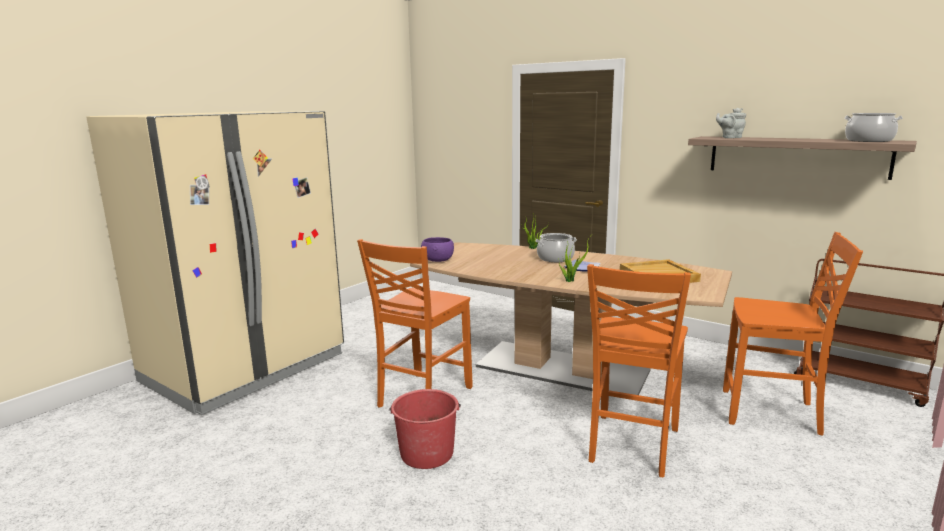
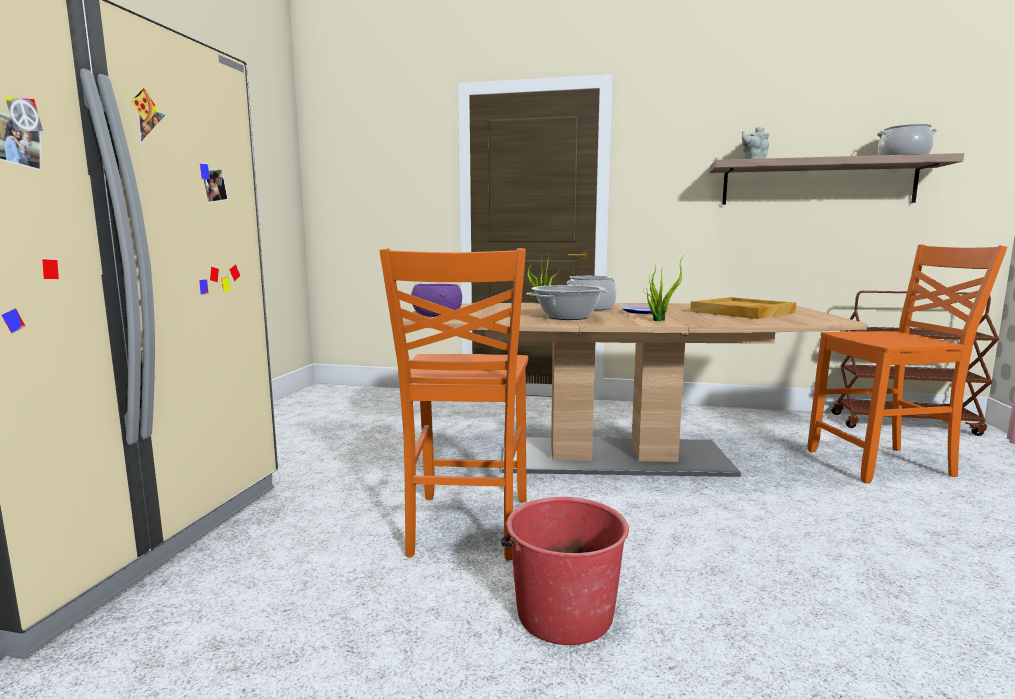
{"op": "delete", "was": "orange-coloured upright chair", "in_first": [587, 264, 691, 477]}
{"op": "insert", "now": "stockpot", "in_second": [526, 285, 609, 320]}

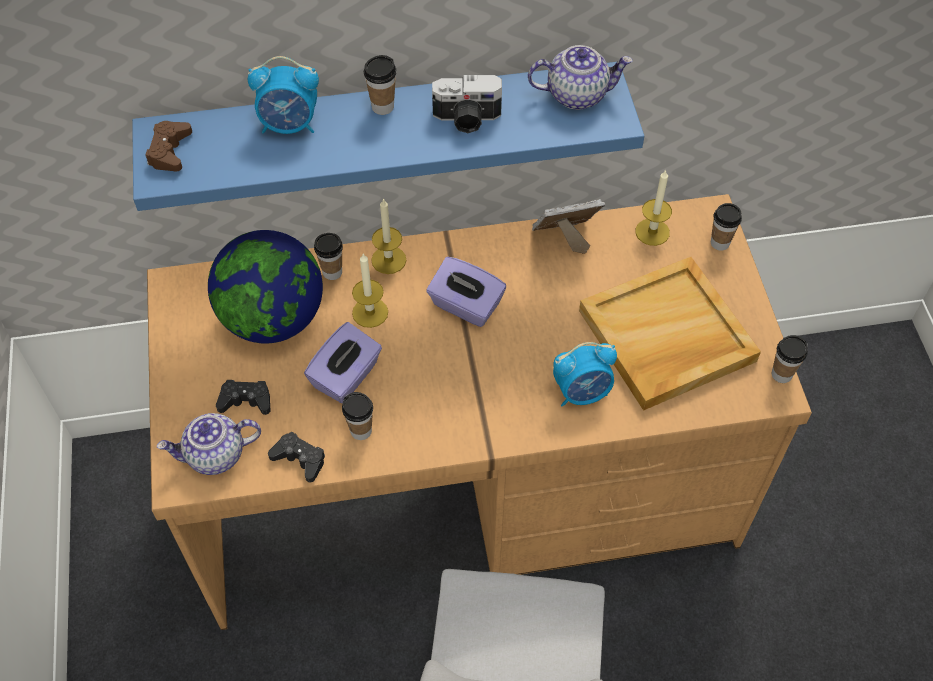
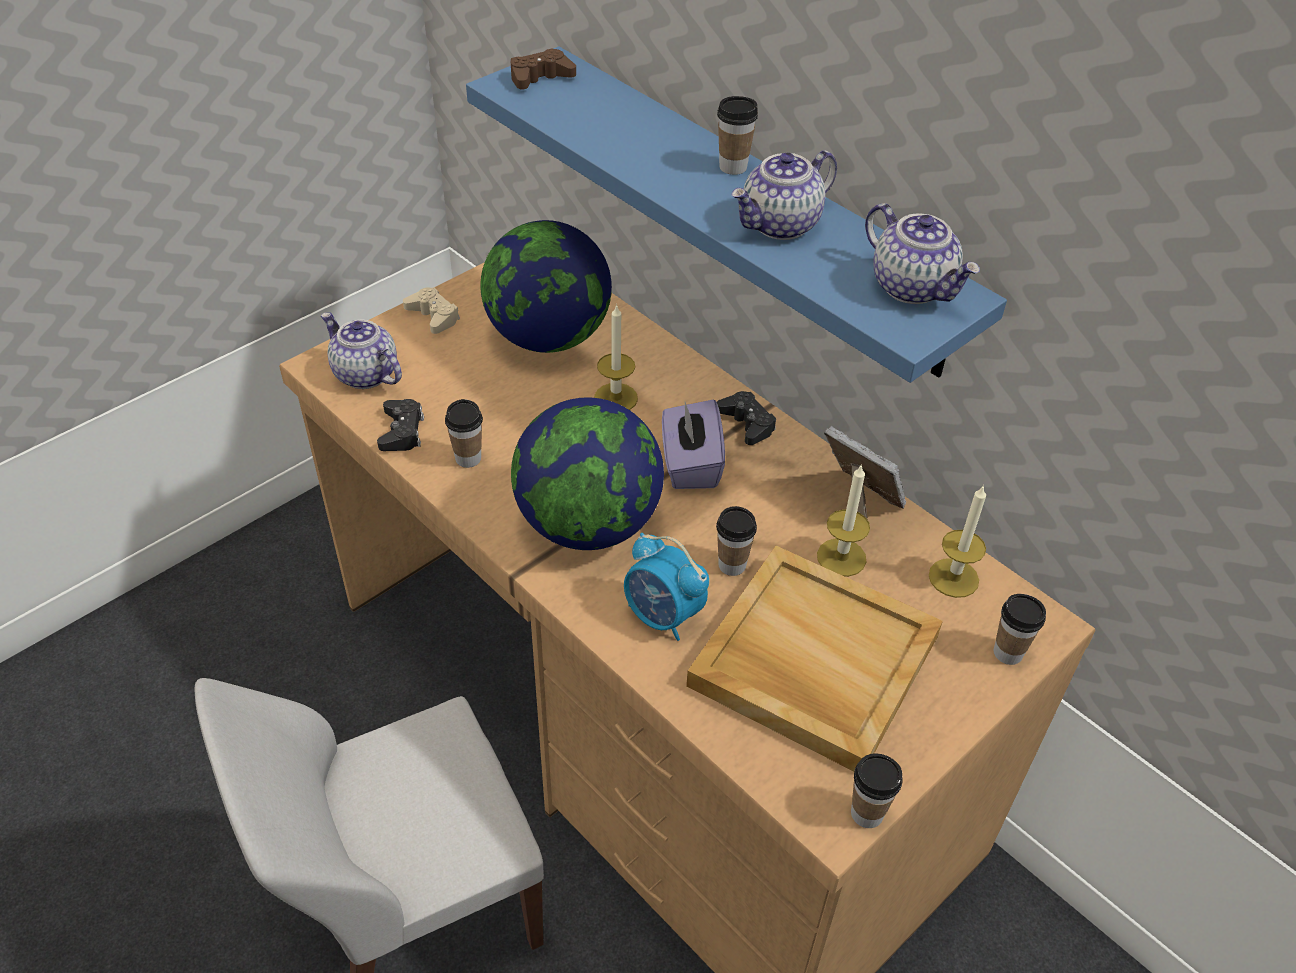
{"op": "delete", "was": "table clock", "in_first": [248, 56, 319, 134]}
{"op": "replace", "was": "photo camera", "now": "tea pot", "in_first": [432, 75, 502, 133], "in_second": [731, 150, 837, 240]}
{"op": "move", "was": "wax candle", "in_first": [371, 198, 406, 274], "in_second": [817, 464, 870, 577]}
{"op": "move", "was": "small cup", "in_first": [314, 233, 343, 280], "in_second": [716, 506, 757, 576]}
{"op": "delete", "was": "purple tissue box", "in_first": [304, 322, 382, 403]}
{"op": "move", "was": "black-coloured game controller", "in_first": [216, 380, 270, 415], "in_second": [717, 391, 776, 445]}
{"op": "insert", "now": "beige-coloured game controller", "in_second": [403, 287, 460, 334]}
{"op": "insert", "now": "world globe", "in_second": [511, 397, 664, 550]}

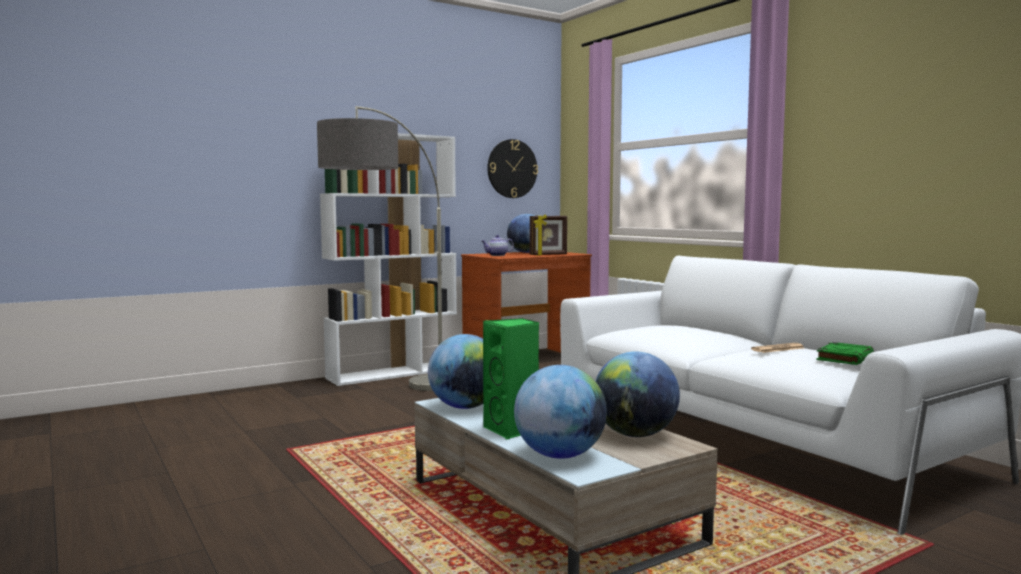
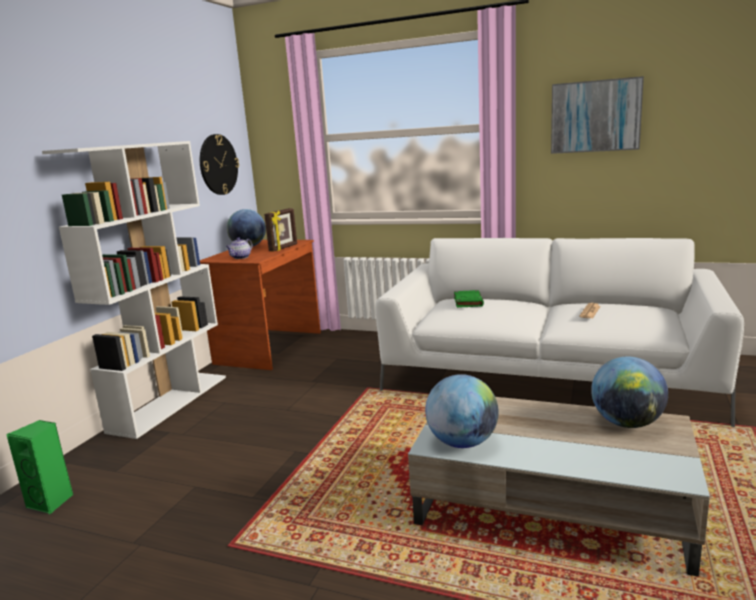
{"op": "delete", "was": "standard lamp", "in_first": [317, 106, 442, 391]}
{"op": "move", "was": "greenish audio speaker", "in_first": [483, 318, 539, 439], "in_second": [6, 420, 73, 515]}
{"op": "move", "was": "greenish volume", "in_first": [816, 342, 874, 365], "in_second": [454, 290, 484, 308]}
{"op": "delete", "was": "world globe", "in_first": [514, 365, 607, 459]}
{"op": "insert", "now": "wall picture", "in_second": [551, 76, 644, 154]}

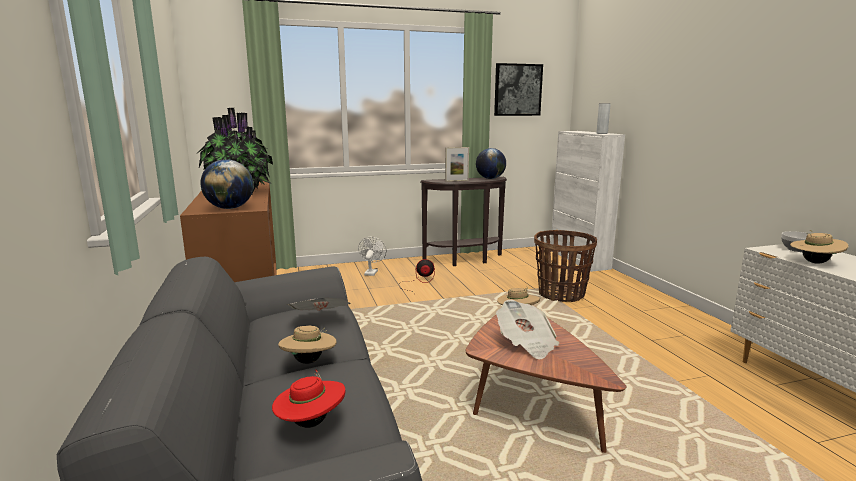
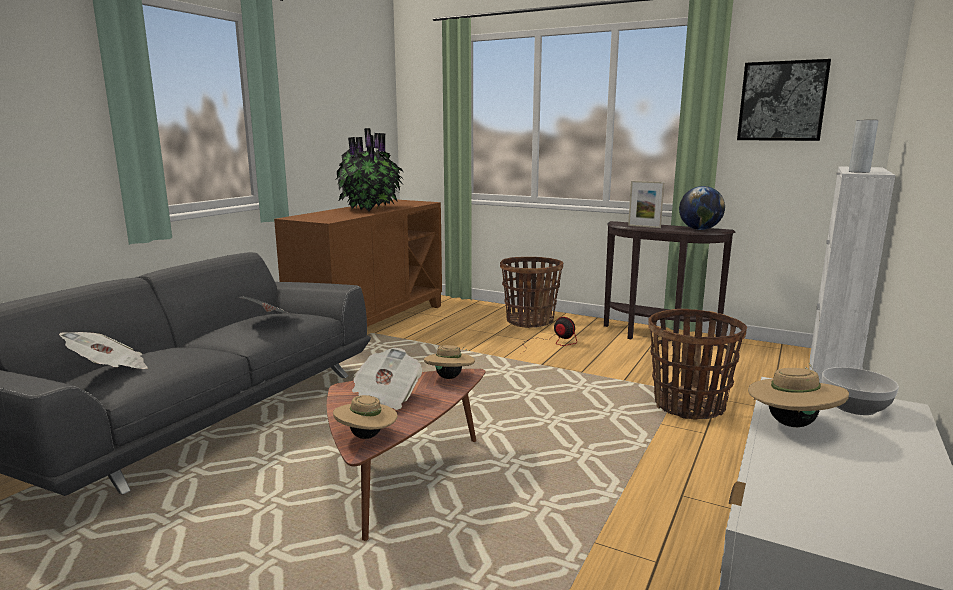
{"op": "delete", "was": "world globe", "in_first": [200, 159, 253, 209]}
{"op": "replace", "was": "white-coloured fan", "now": "basket", "in_first": [358, 237, 386, 276], "in_second": [500, 257, 563, 328]}
{"op": "move", "was": "beige-coloured clothing hat", "in_first": [278, 326, 336, 364], "in_second": [333, 395, 398, 439]}
{"op": "replace", "was": "red-coloured clothing hat", "now": "printed paper", "in_first": [272, 370, 346, 428], "in_second": [59, 332, 148, 369]}

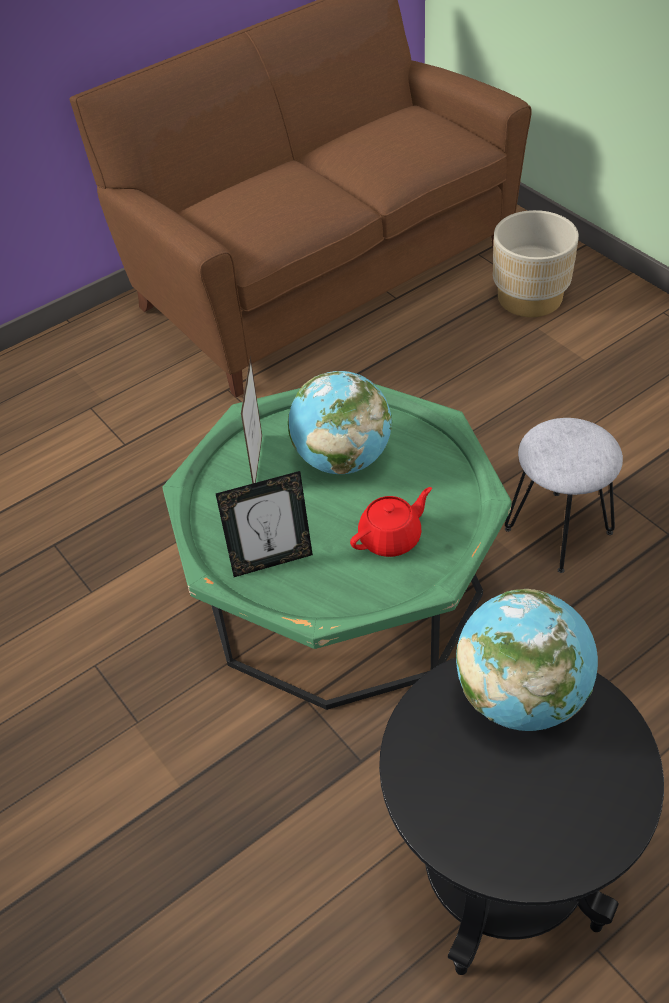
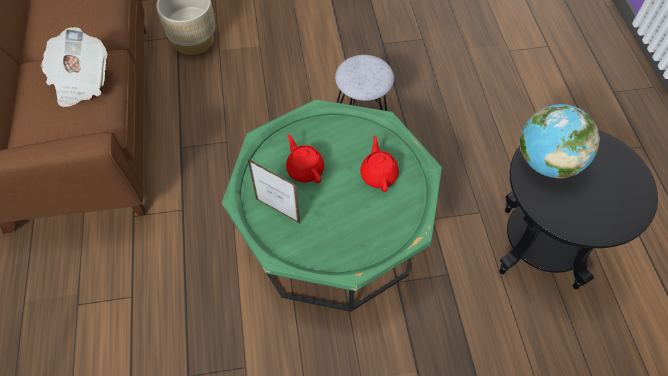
{"op": "replace", "was": "world globe", "now": "red-coloured tea pot", "in_first": [288, 371, 392, 474], "in_second": [286, 134, 324, 183]}
{"op": "delete", "was": "standing frame", "in_first": [216, 471, 313, 577]}
{"op": "insert", "now": "printed paper", "in_second": [41, 27, 108, 107]}

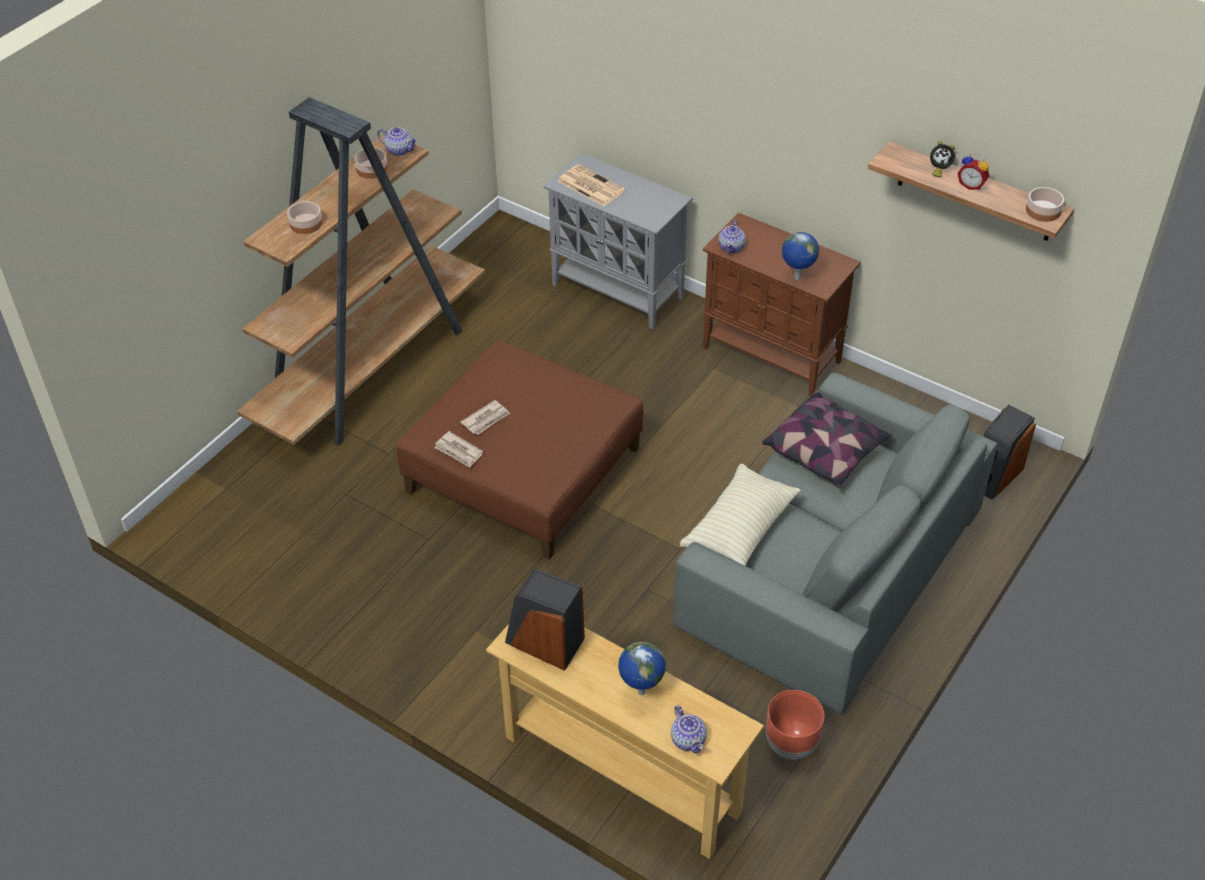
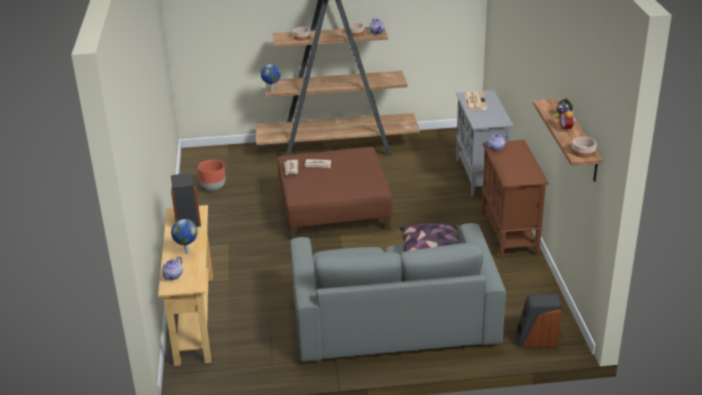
{"op": "move", "was": "world globe", "in_first": [782, 232, 819, 280], "in_second": [261, 64, 280, 92]}
{"op": "delete", "was": "beige-coloured cushion", "in_first": [680, 464, 801, 566]}
{"op": "move", "was": "brown flower pot", "in_first": [766, 690, 824, 759], "in_second": [198, 159, 225, 191]}

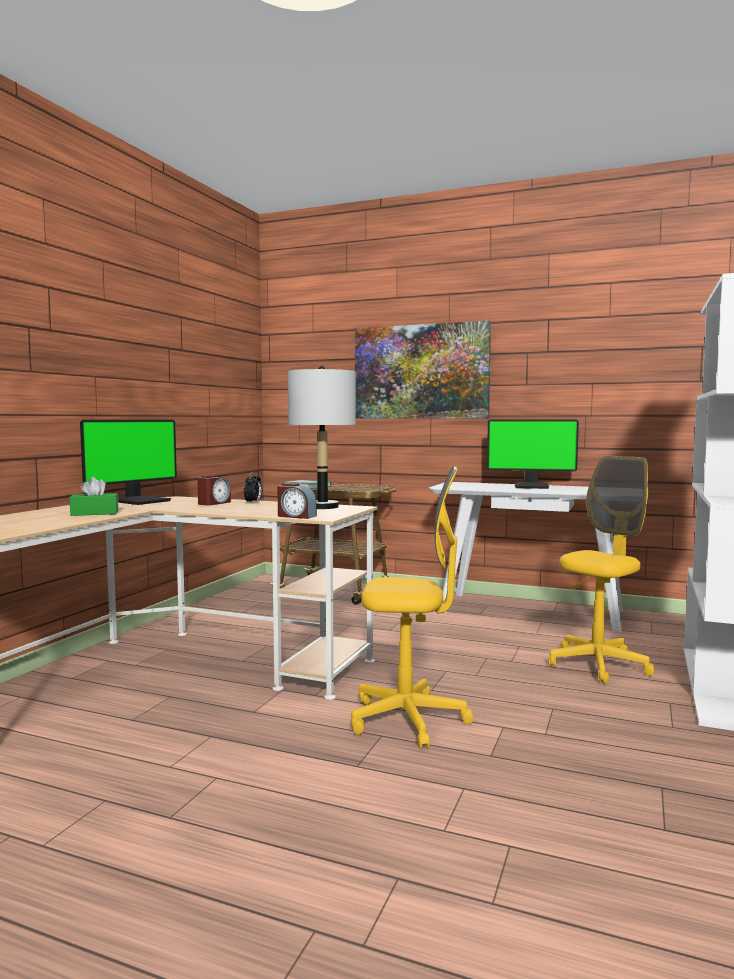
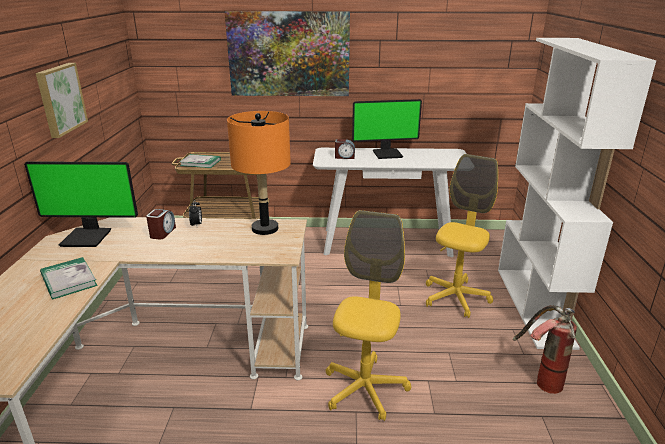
{"op": "recolor", "was": "grey tabletop lamp", "now": "orange-coloured tabletop lamp", "in_first": [288, 366, 356, 509], "in_second": [227, 111, 291, 235]}
{"op": "rotate", "was": "computer screen", "in_first": [80, 420, 177, 505], "in_second": [24, 161, 138, 247], "clockwise": 75}
{"op": "rotate", "was": "yellow-coloured desk chair", "in_first": [351, 466, 473, 749], "in_second": [326, 210, 411, 421], "clockwise": -60}
{"op": "replace", "was": "greenish tissue box", "now": "volume", "in_first": [69, 477, 119, 516], "in_second": [40, 257, 98, 299]}
{"op": "move", "was": "table clock", "in_first": [277, 483, 317, 519], "in_second": [335, 139, 355, 159]}
{"op": "insert", "now": "wall picture", "in_second": [36, 63, 88, 138]}
{"op": "insert", "now": "fire-fighting cylinder", "in_second": [513, 305, 577, 394]}

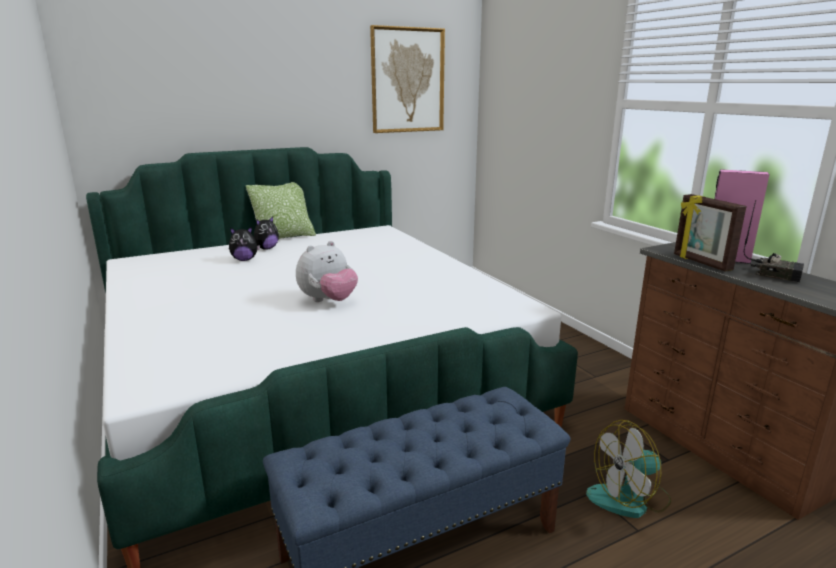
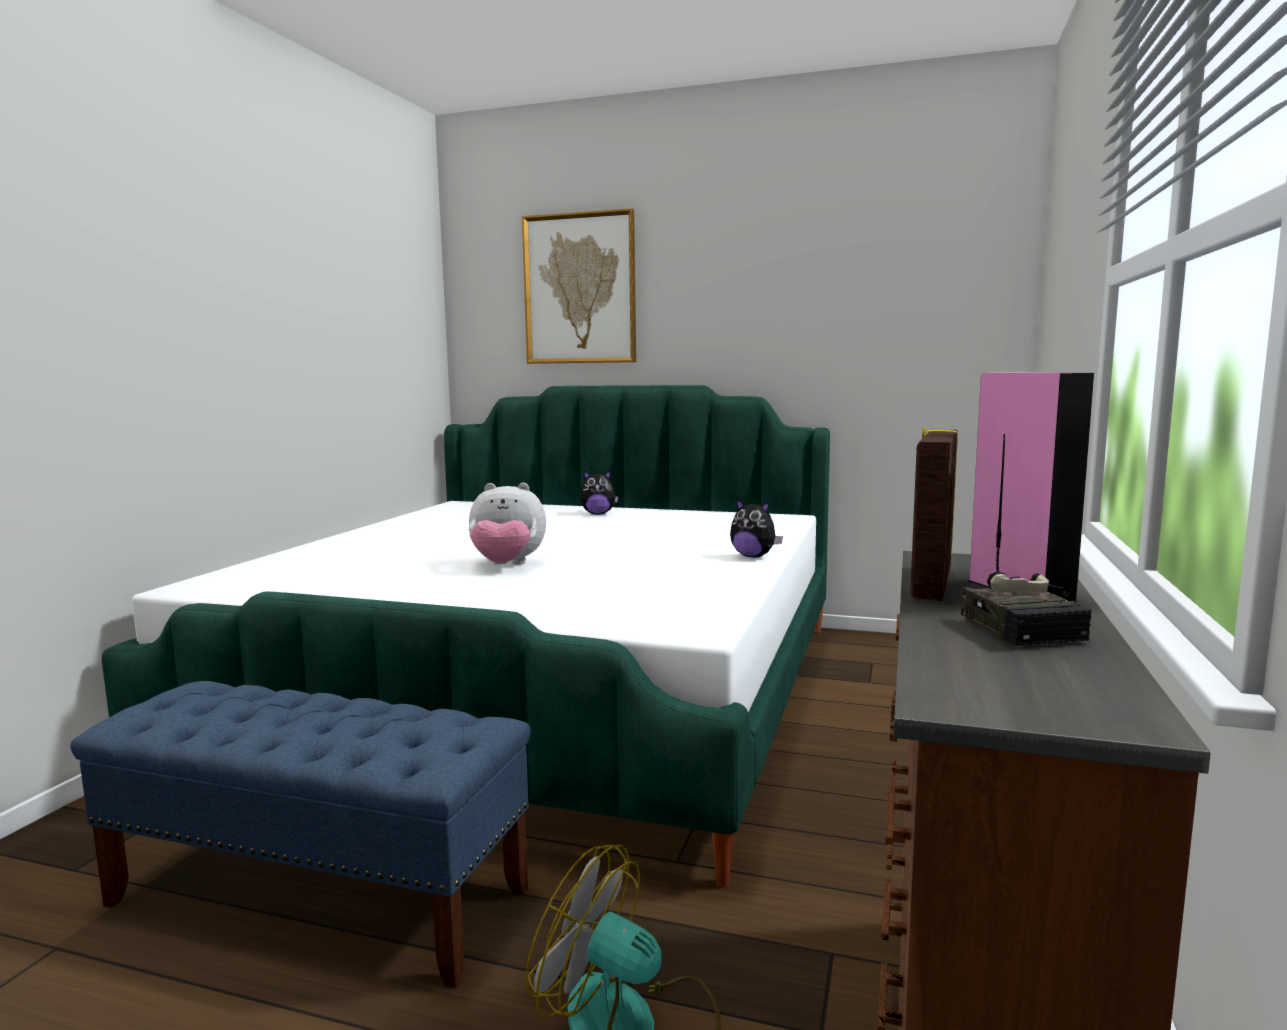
{"op": "move", "was": "wall picture", "in_first": [370, 25, 445, 133], "in_second": [522, 208, 636, 364]}
{"op": "delete", "was": "cushion", "in_first": [246, 182, 316, 239]}
{"op": "move", "was": "cuddly toy", "in_first": [229, 226, 260, 261], "in_second": [730, 499, 783, 557]}

